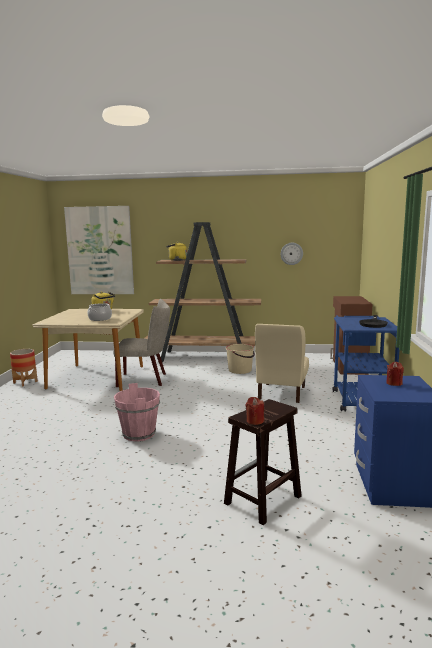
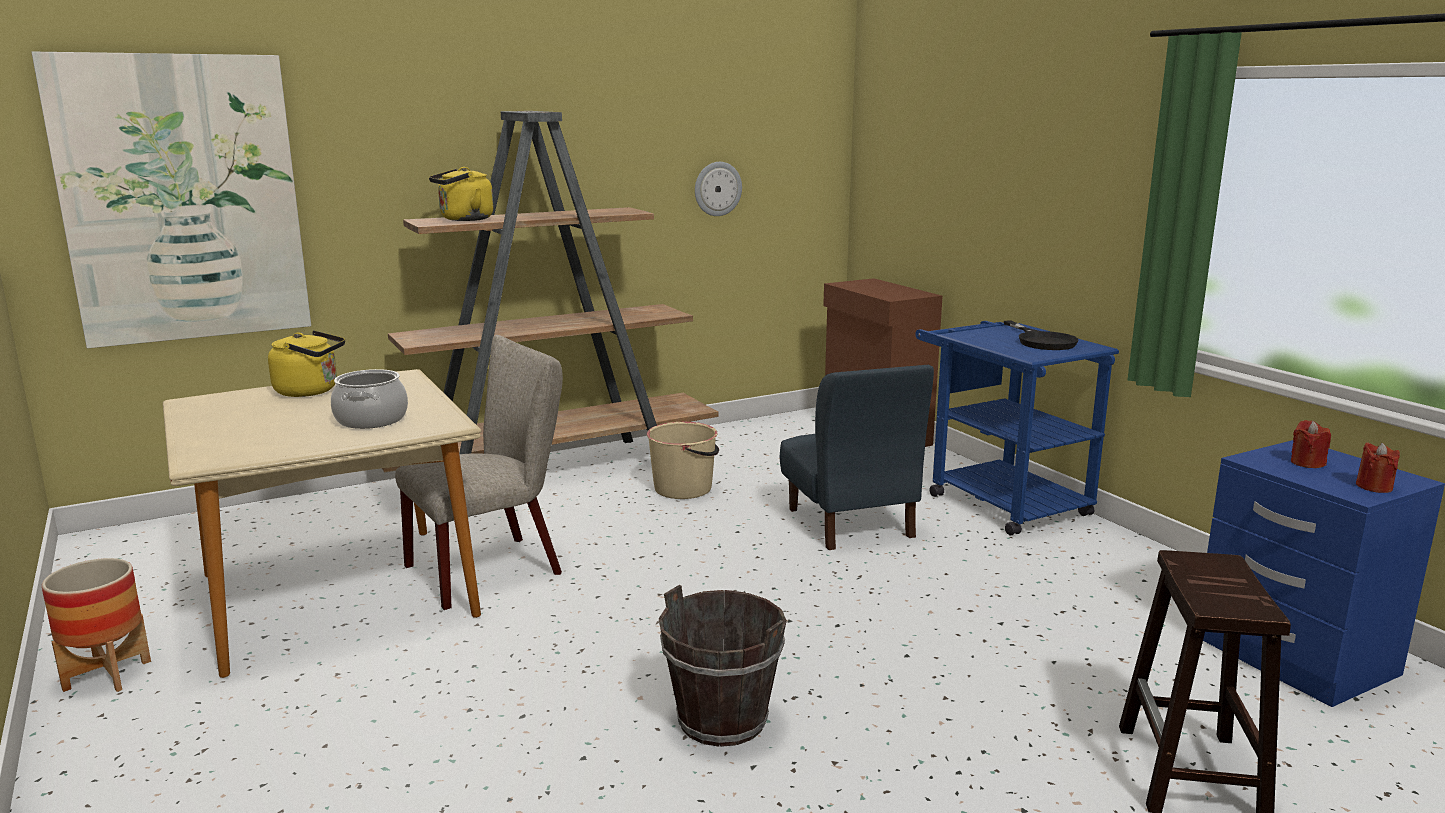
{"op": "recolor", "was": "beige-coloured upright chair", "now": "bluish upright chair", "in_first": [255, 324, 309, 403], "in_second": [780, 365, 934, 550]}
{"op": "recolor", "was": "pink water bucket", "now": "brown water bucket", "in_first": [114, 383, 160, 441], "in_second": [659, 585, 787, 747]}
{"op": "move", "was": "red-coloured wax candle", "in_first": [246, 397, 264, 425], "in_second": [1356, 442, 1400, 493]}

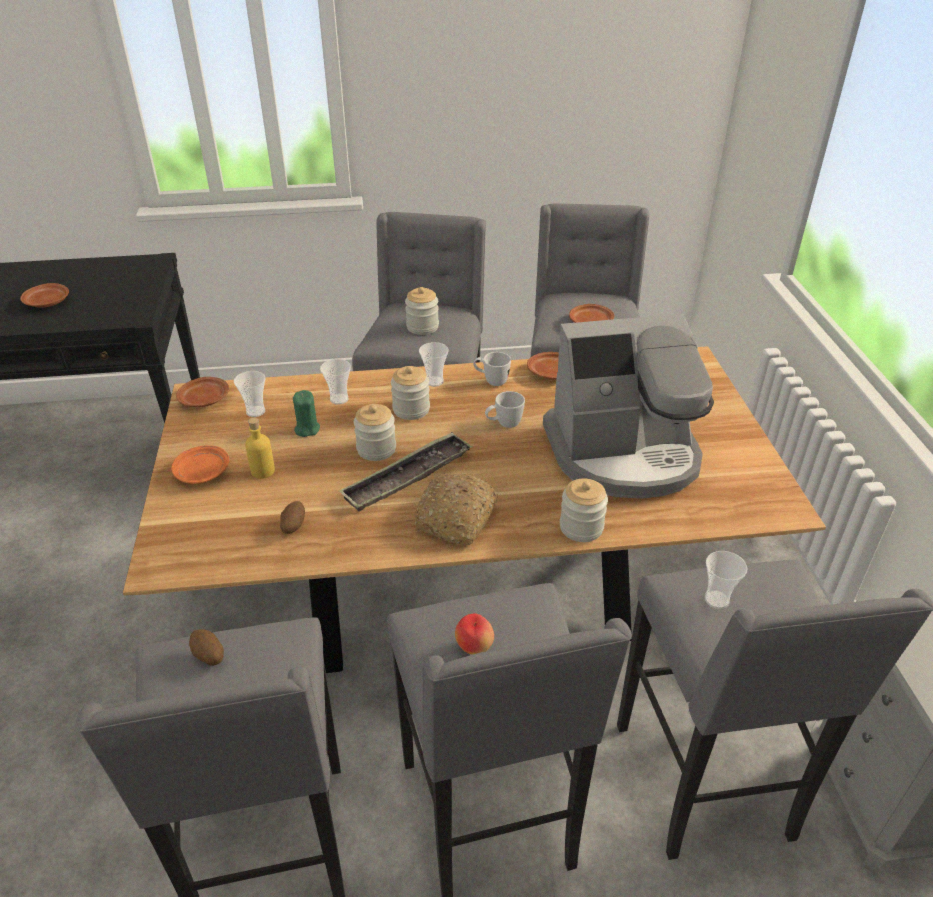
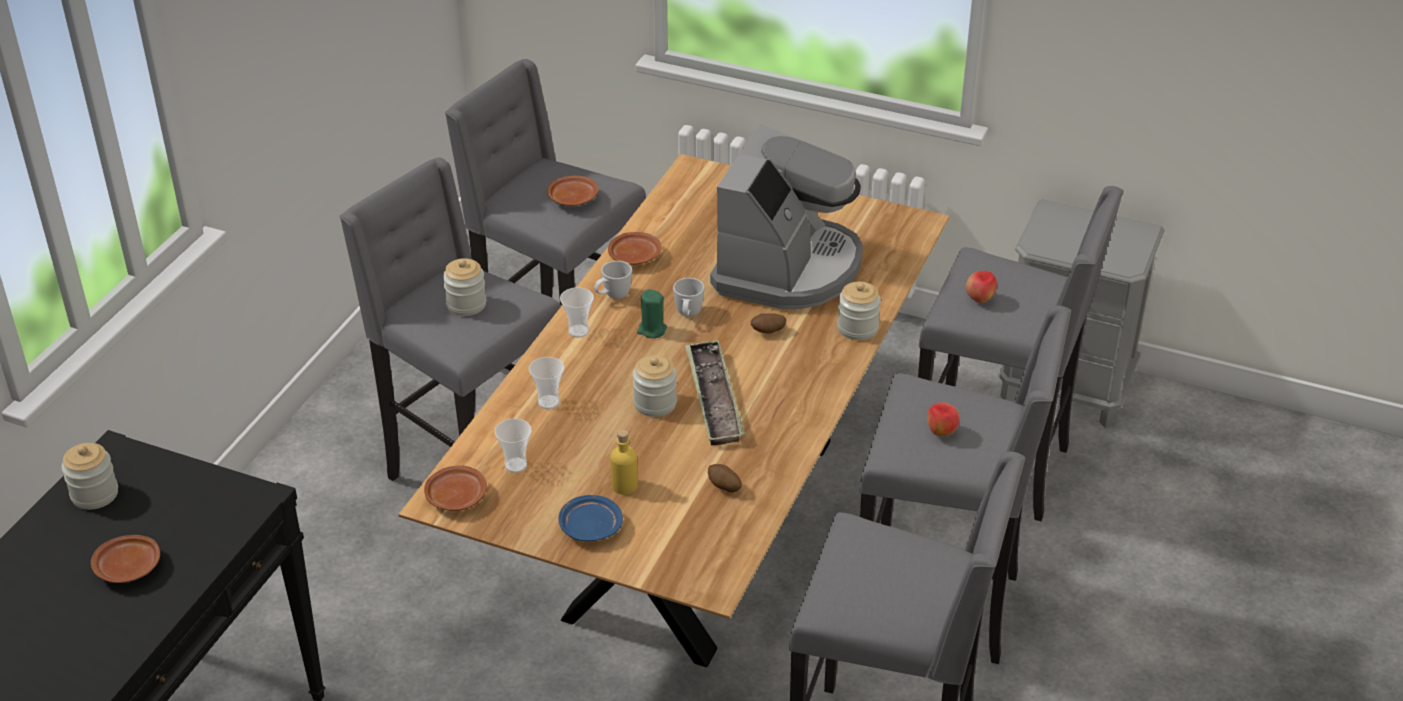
{"op": "move", "was": "jar", "in_first": [391, 366, 430, 420], "in_second": [61, 443, 118, 510]}
{"op": "move", "was": "greenish wax candle", "in_first": [293, 390, 320, 437], "in_second": [637, 289, 667, 338]}
{"op": "recolor", "was": "orange-coloured dinner plate", "now": "bluish dinner plate", "in_first": [171, 445, 229, 484], "in_second": [559, 495, 623, 541]}
{"op": "delete", "was": "baked bread", "in_first": [415, 473, 498, 545]}
{"op": "replace", "was": "small cup", "now": "apple fruit", "in_first": [705, 551, 748, 609], "in_second": [966, 271, 997, 303]}
{"op": "move", "was": "whole potato", "in_first": [189, 629, 224, 666], "in_second": [751, 313, 787, 333]}

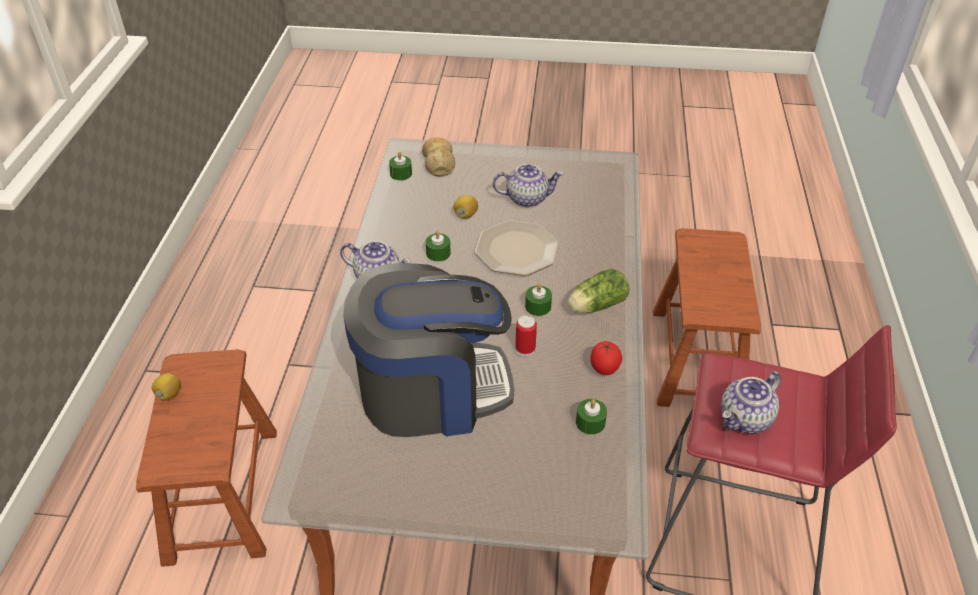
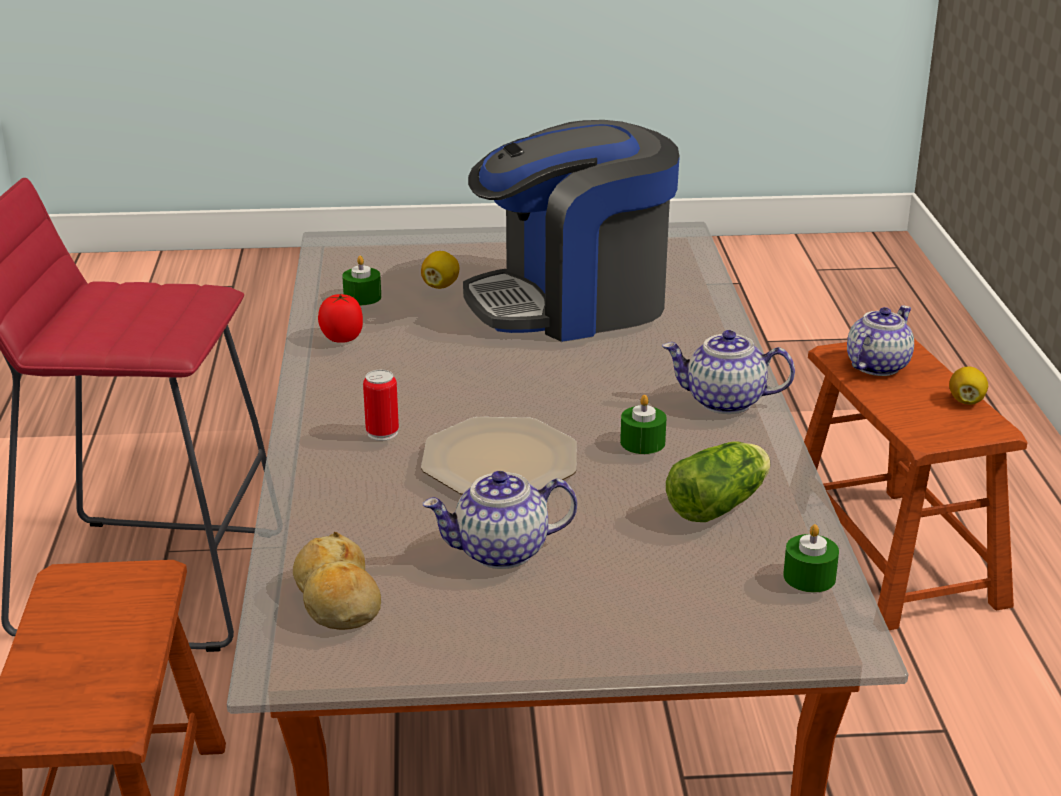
{"op": "move", "was": "baked bread", "in_first": [422, 138, 455, 176], "in_second": [293, 532, 381, 630]}
{"op": "move", "was": "citrus fruit", "in_first": [454, 195, 478, 219], "in_second": [421, 251, 459, 289]}
{"op": "move", "was": "head of lettuce", "in_first": [568, 269, 630, 313], "in_second": [666, 441, 771, 522]}
{"op": "delete", "was": "greenish wax candle", "in_first": [525, 284, 552, 316]}
{"op": "move", "was": "metal can", "in_first": [515, 315, 537, 356], "in_second": [363, 370, 399, 441]}
{"op": "move", "was": "tea pot", "in_first": [721, 371, 781, 434], "in_second": [847, 306, 914, 376]}

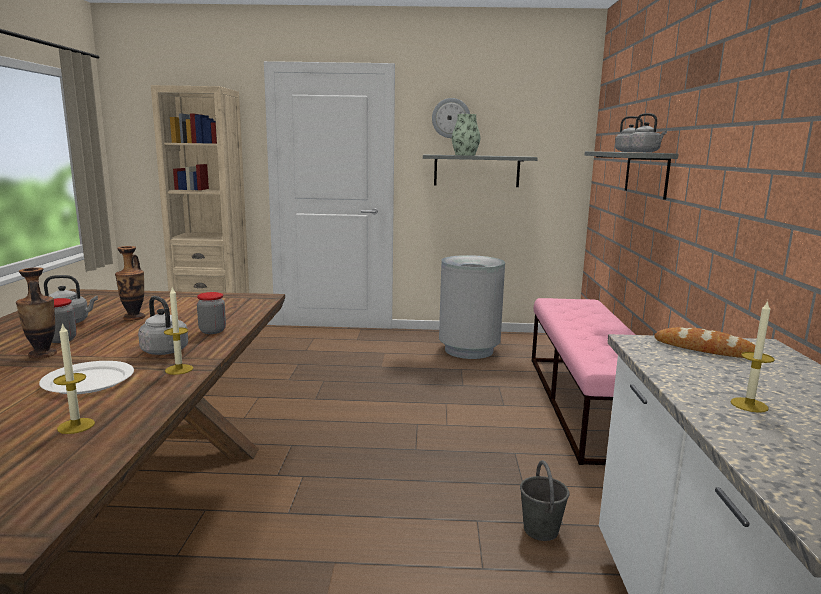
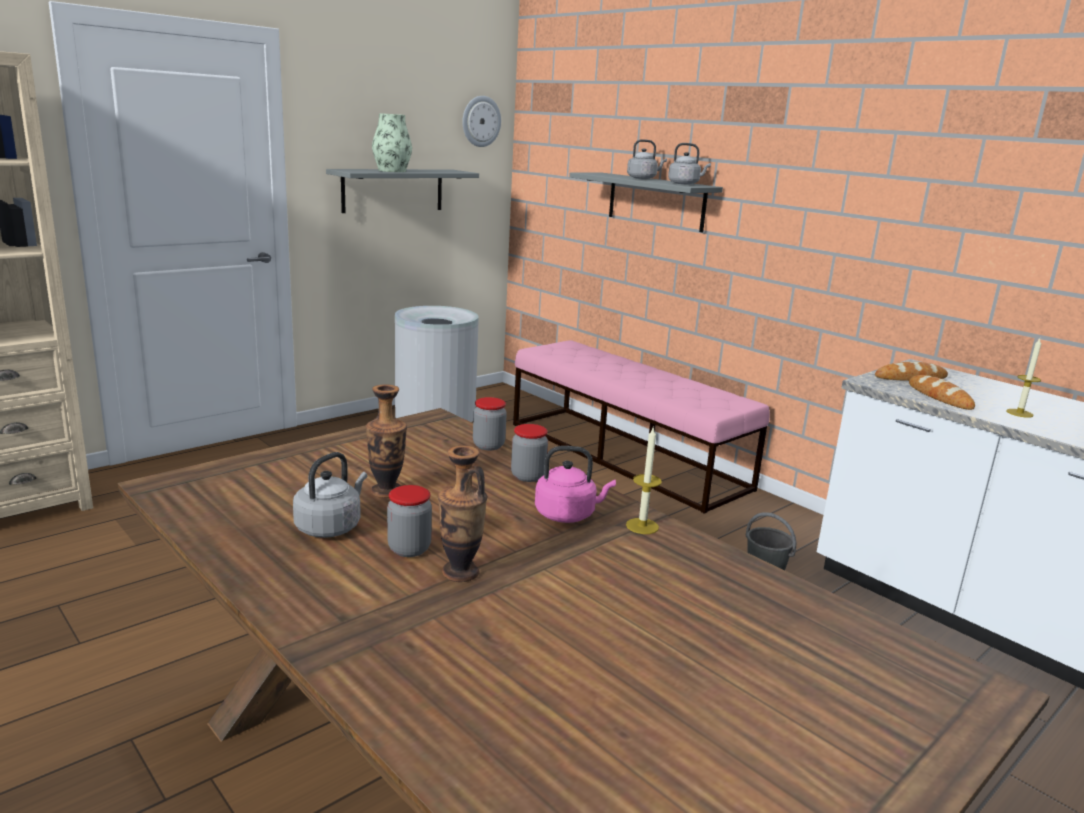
{"op": "move", "was": "clock on the wall", "in_first": [432, 98, 470, 138], "in_second": [462, 96, 501, 147]}
{"op": "recolor", "was": "grey kettle", "now": "pink kettle", "in_first": [138, 296, 188, 355], "in_second": [535, 446, 616, 523]}
{"op": "delete", "was": "wax candle", "in_first": [53, 323, 95, 434]}
{"op": "delete", "was": "white-coloured dinner plate", "in_first": [39, 361, 134, 394]}
{"op": "insert", "now": "baked bread", "in_second": [909, 375, 975, 410]}
{"op": "insert", "now": "jar", "in_second": [473, 397, 507, 450]}

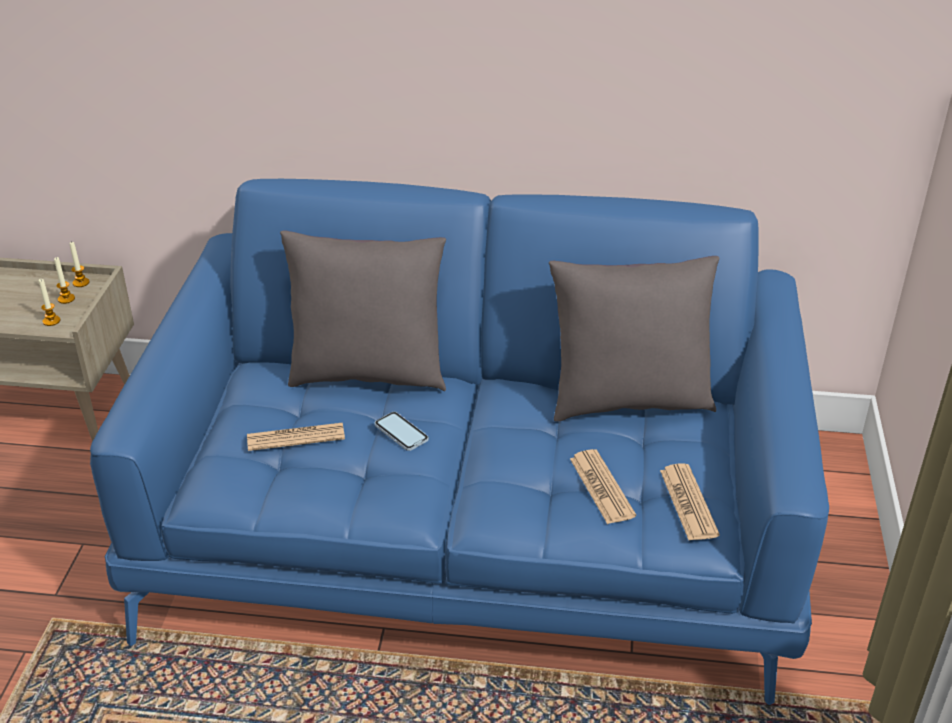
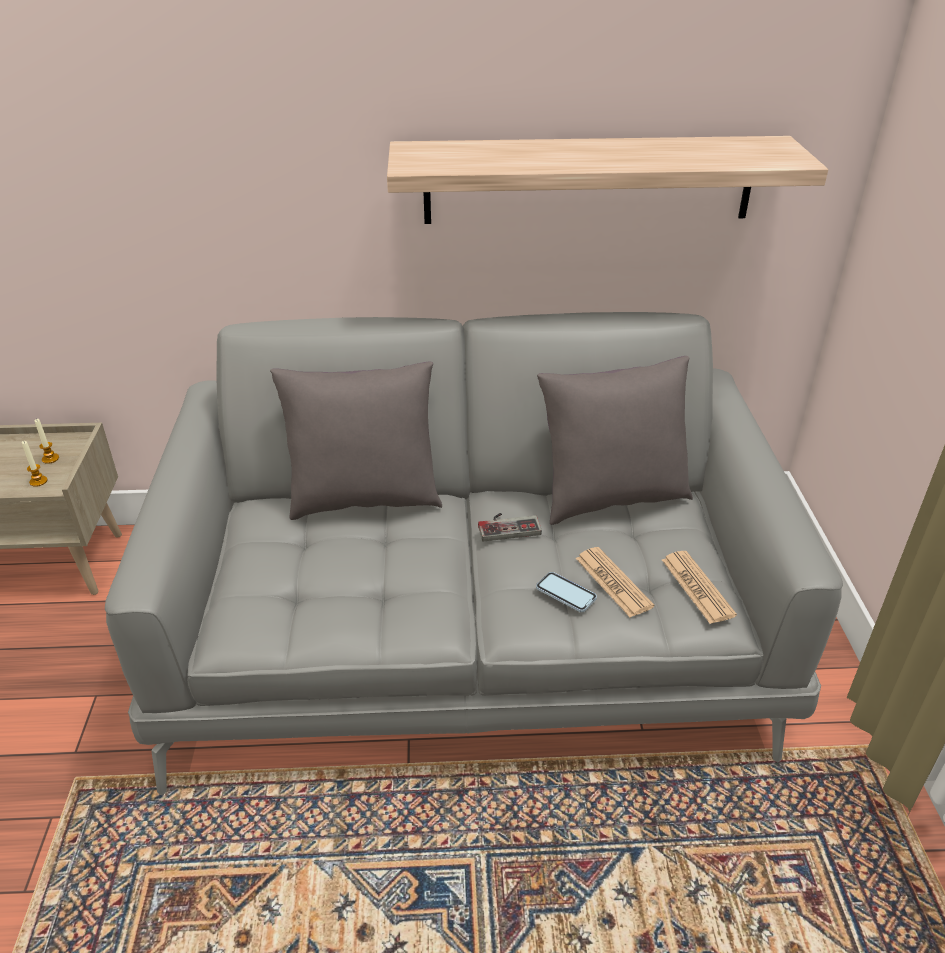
{"op": "recolor", "was": "bluish sofa", "now": "grey sofa", "in_first": [90, 179, 829, 705], "in_second": [105, 312, 843, 795]}
{"op": "delete", "was": "wax candle", "in_first": [69, 241, 90, 287]}
{"op": "move", "was": "telephone", "in_first": [375, 412, 429, 451], "in_second": [536, 572, 597, 612]}
{"op": "delete", "was": "printed paper", "in_first": [247, 423, 345, 451]}
{"op": "insert", "now": "wall shelf", "in_second": [387, 136, 828, 224]}
{"op": "insert", "now": "game controller", "in_second": [478, 513, 542, 542]}

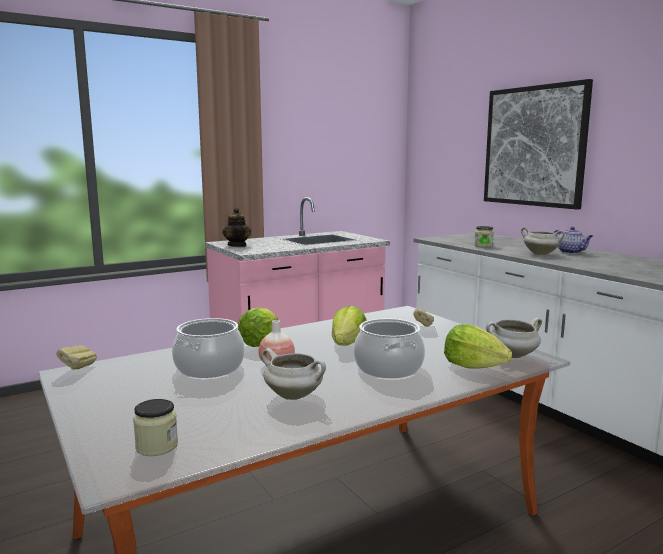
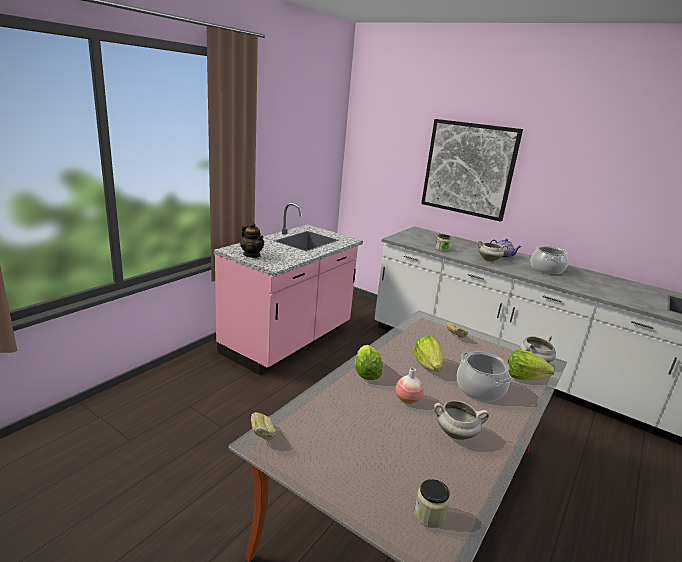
{"op": "move", "was": "stockpot", "in_first": [172, 318, 244, 378], "in_second": [531, 245, 568, 274]}

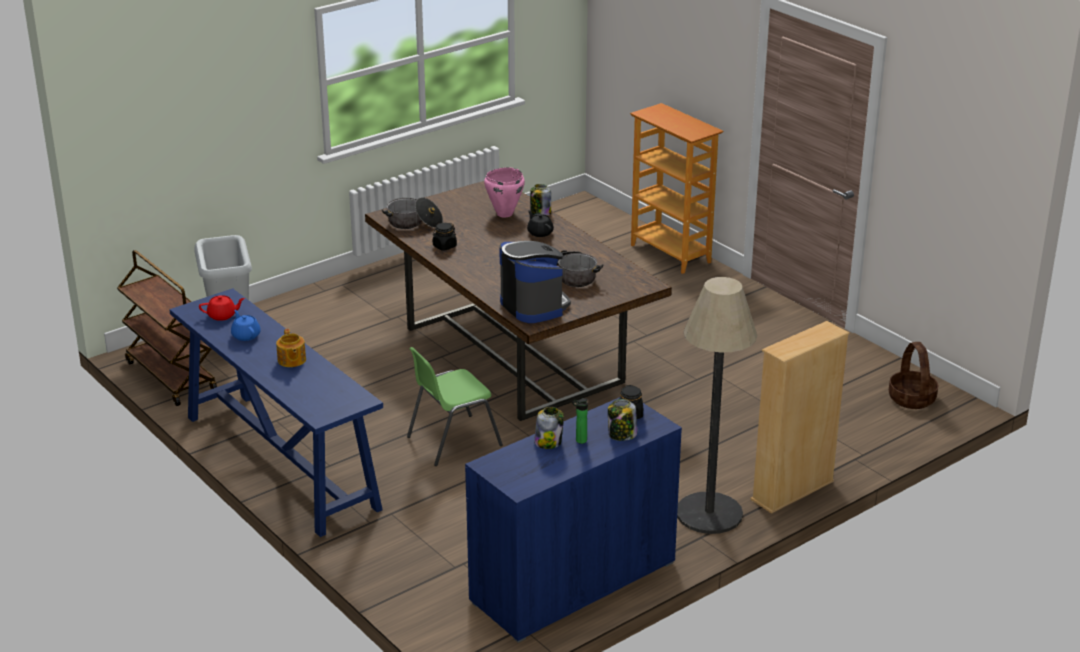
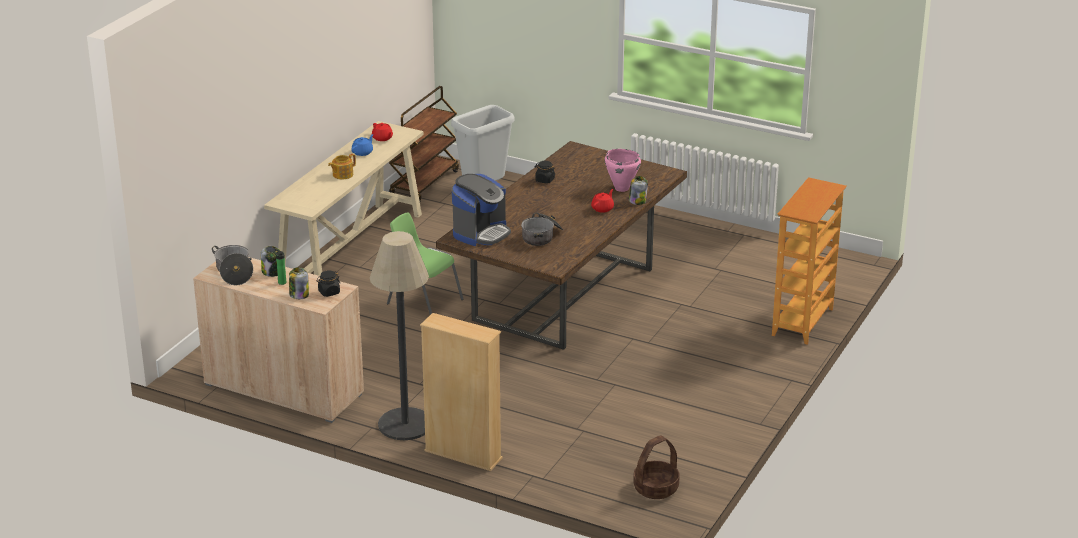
{"op": "move", "was": "stockpot", "in_first": [382, 197, 443, 229], "in_second": [212, 245, 253, 285]}
{"op": "recolor", "was": "black-coloured tea pot", "now": "red-coloured tea pot", "in_first": [527, 210, 554, 237], "in_second": [591, 189, 614, 213]}
{"op": "recolor", "was": "bluish narrow table", "now": "beige-coloured narrow table", "in_first": [169, 288, 383, 537], "in_second": [264, 121, 423, 276]}
{"op": "recolor", "was": "bluish storage cabinet", "now": "beige-coloured storage cabinet", "in_first": [465, 397, 682, 643], "in_second": [193, 257, 364, 423]}

